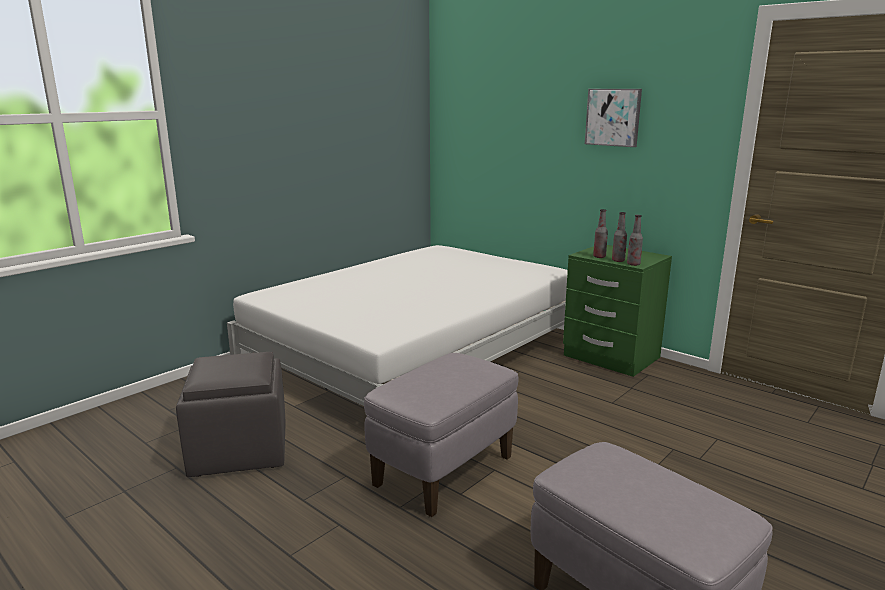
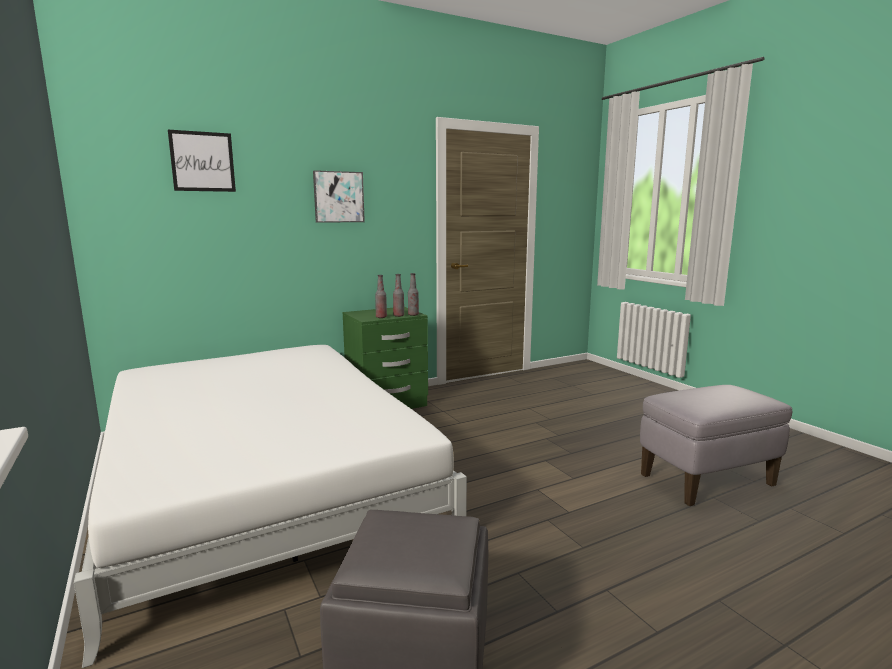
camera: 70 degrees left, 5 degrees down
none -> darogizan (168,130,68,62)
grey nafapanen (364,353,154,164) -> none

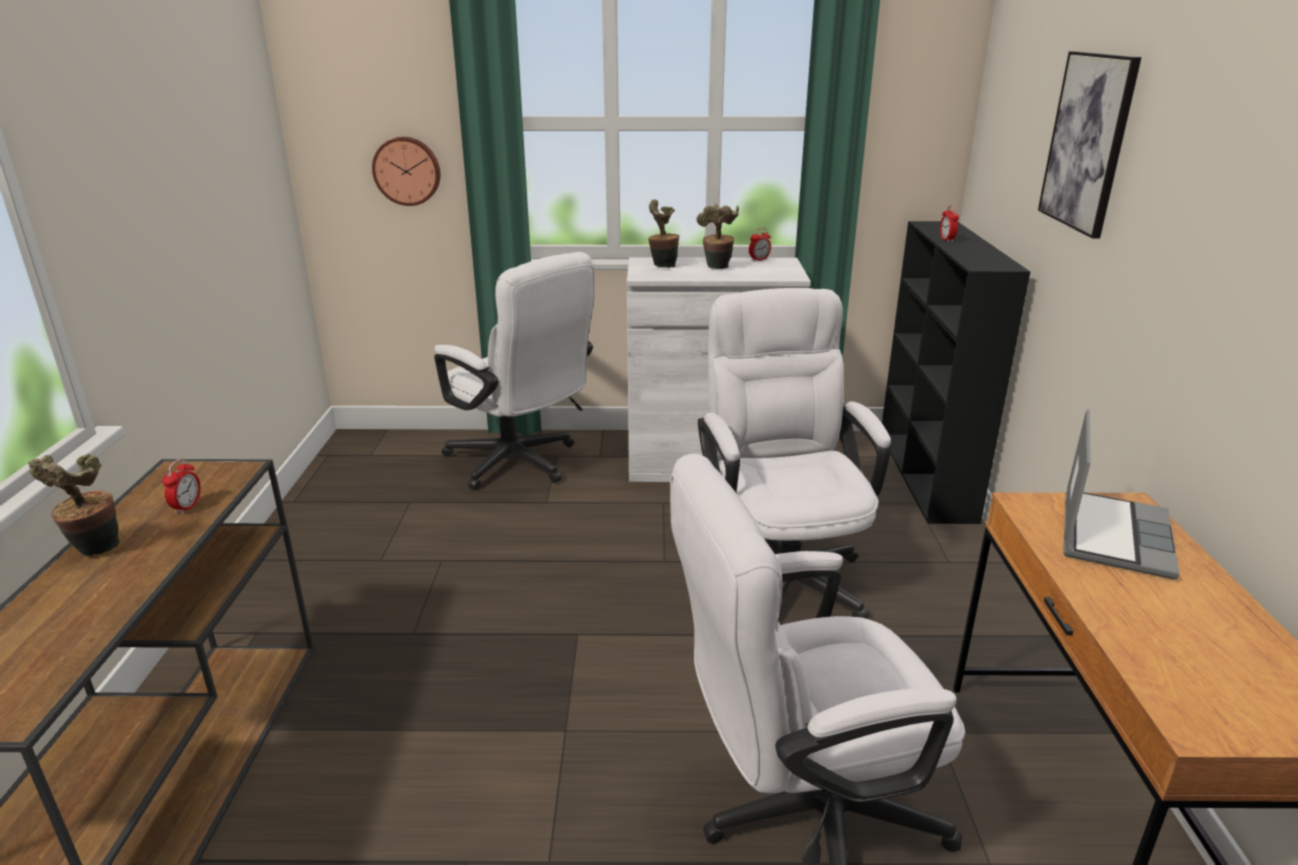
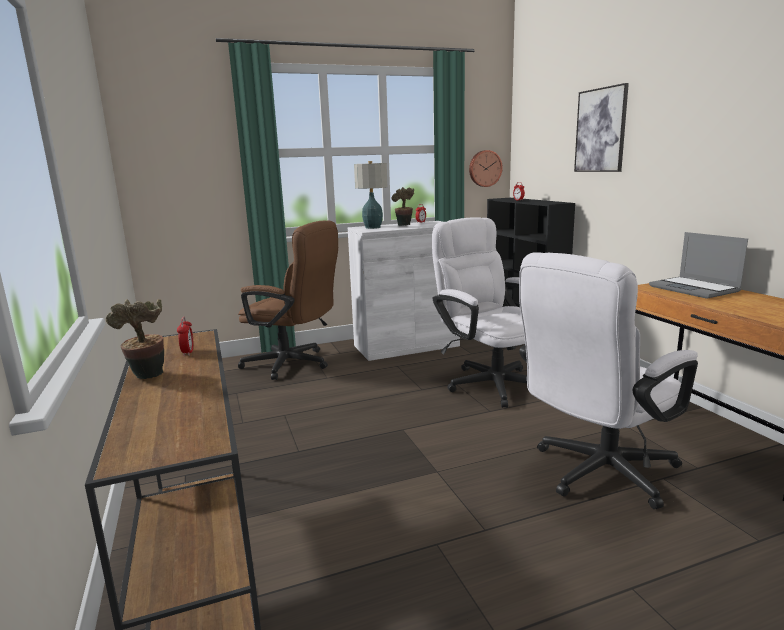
camera: 20 degrees left, 10 degrees down
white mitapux (434,252,160,238) -> brown mitapux (238,220,100,160)
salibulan (648,199,31,69) -> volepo (354,161,33,68)
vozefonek (372,137,68,69) -> vozefonek (469,150,34,37), move
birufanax (1063,409,117,170) -> birufanax (649,232,99,67), 150 degrees clockwise

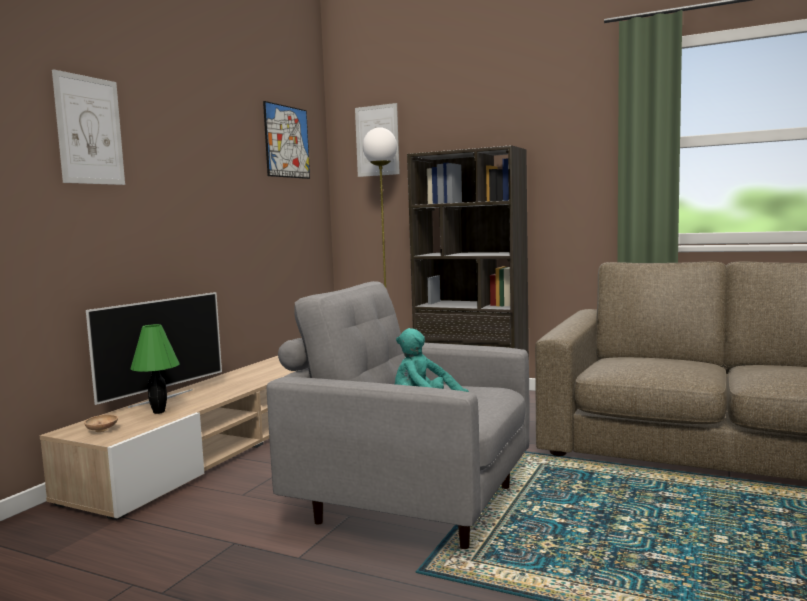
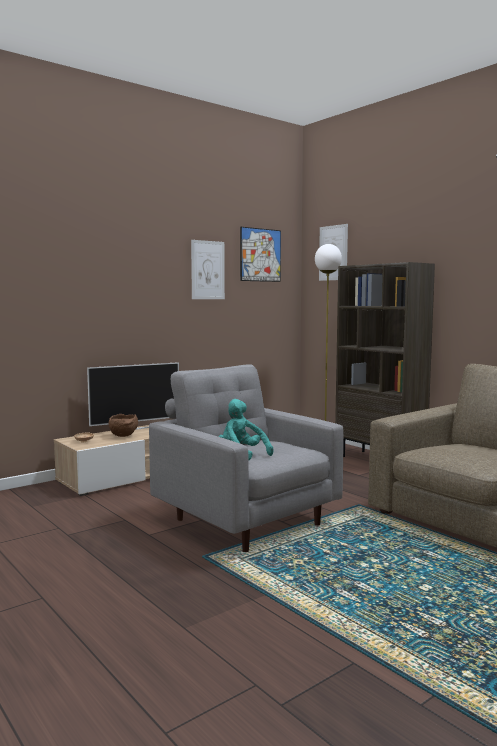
camera: 25 degrees right, 0 degrees up
green volepo (130,324,49,90) -> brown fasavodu (109,414,29,23)
darogizan (52,69,73,116) -> darogizan (191,240,34,59), move

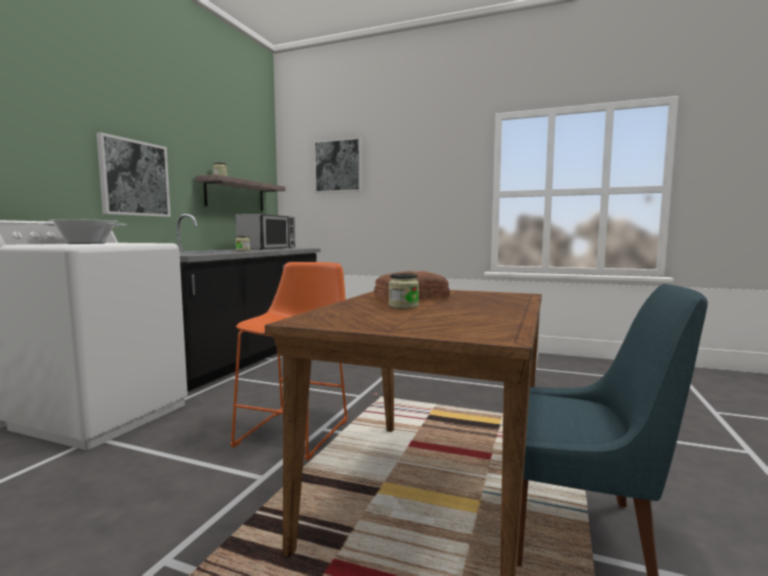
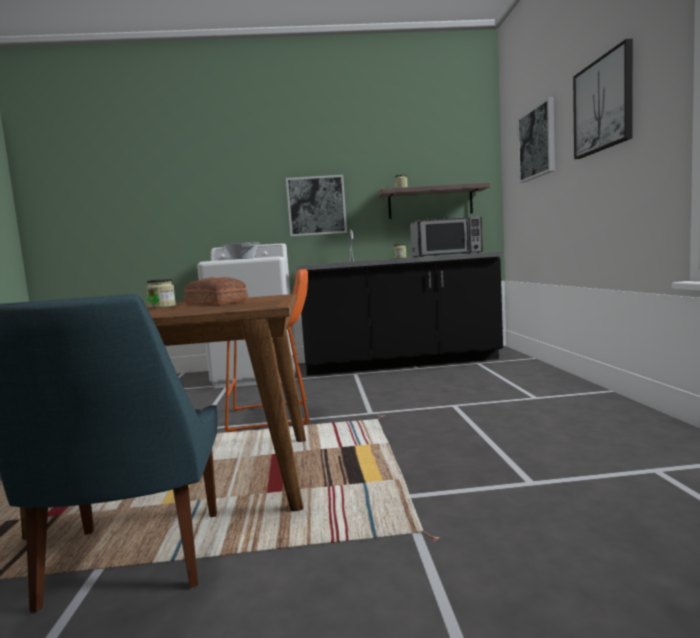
camera: 65 degrees right, 0 degrees up
none -> darogizan (573,39,60,120)

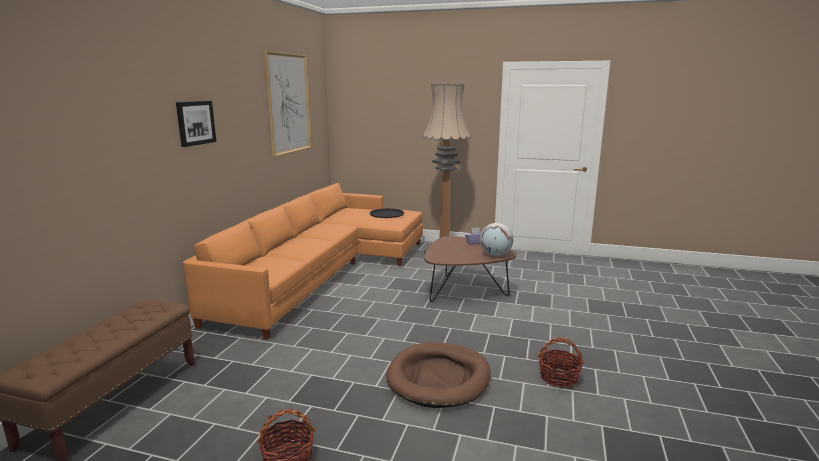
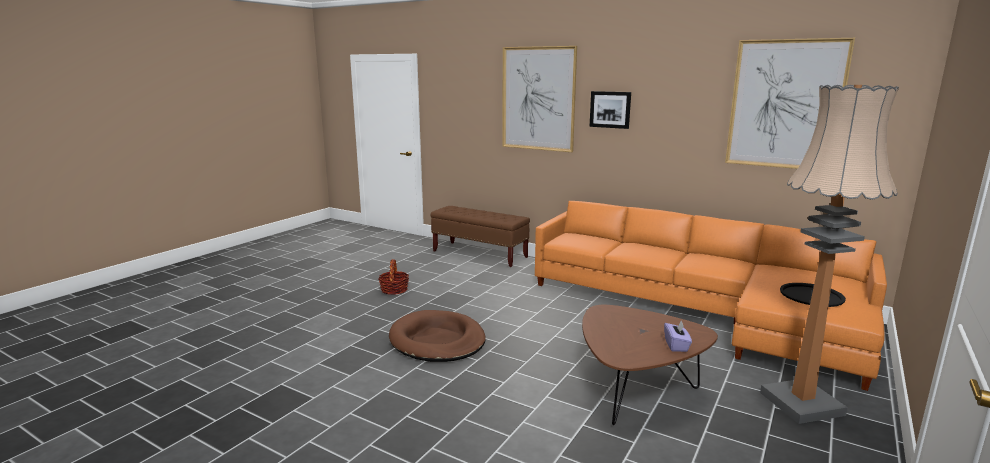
camera: 105 degrees right, 0 degrees up
none -> darogizan (502,46,75,106)
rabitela (480,223,33,33) -> none
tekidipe (538,337,45,51) -> none

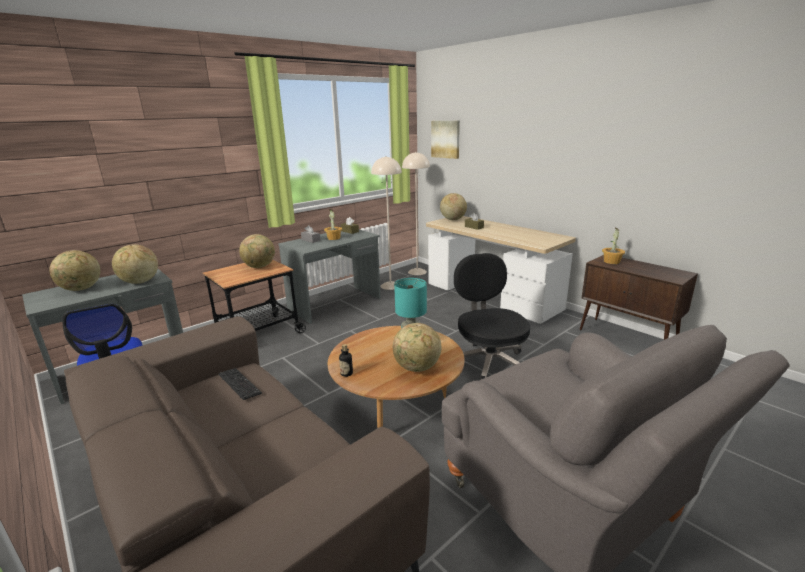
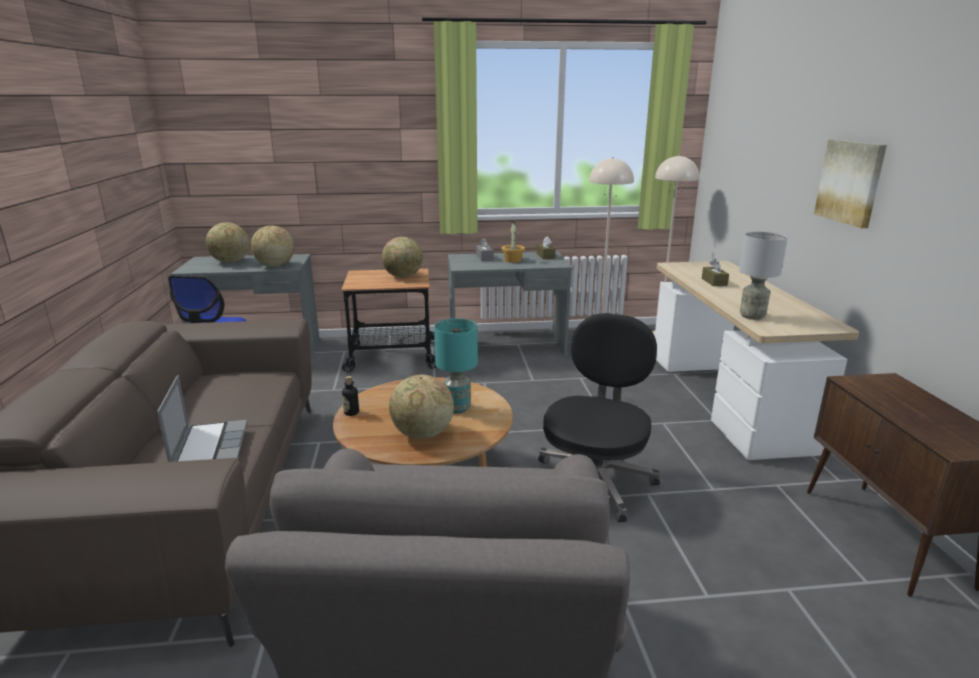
camera: 35 degrees right, 0 degrees up
none -> birufanax (157,375,90,87)
none -> grey volepo (739,232,49,88)
darogizan (431,121,29,38) -> darogizan (814,139,73,89), move
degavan (218,368,44,32) -> none
rabitela (440,193,27,27) -> none
salibulan (602,227,23,37) -> none

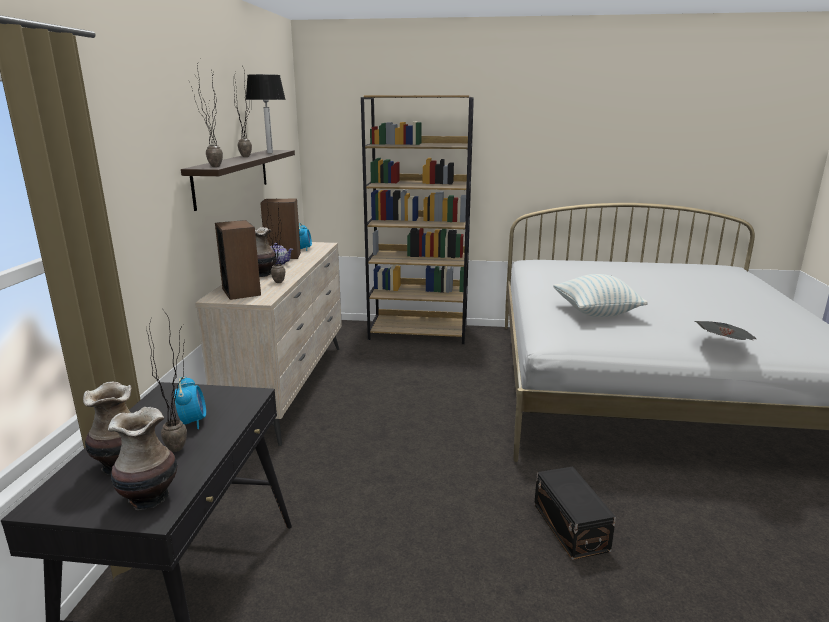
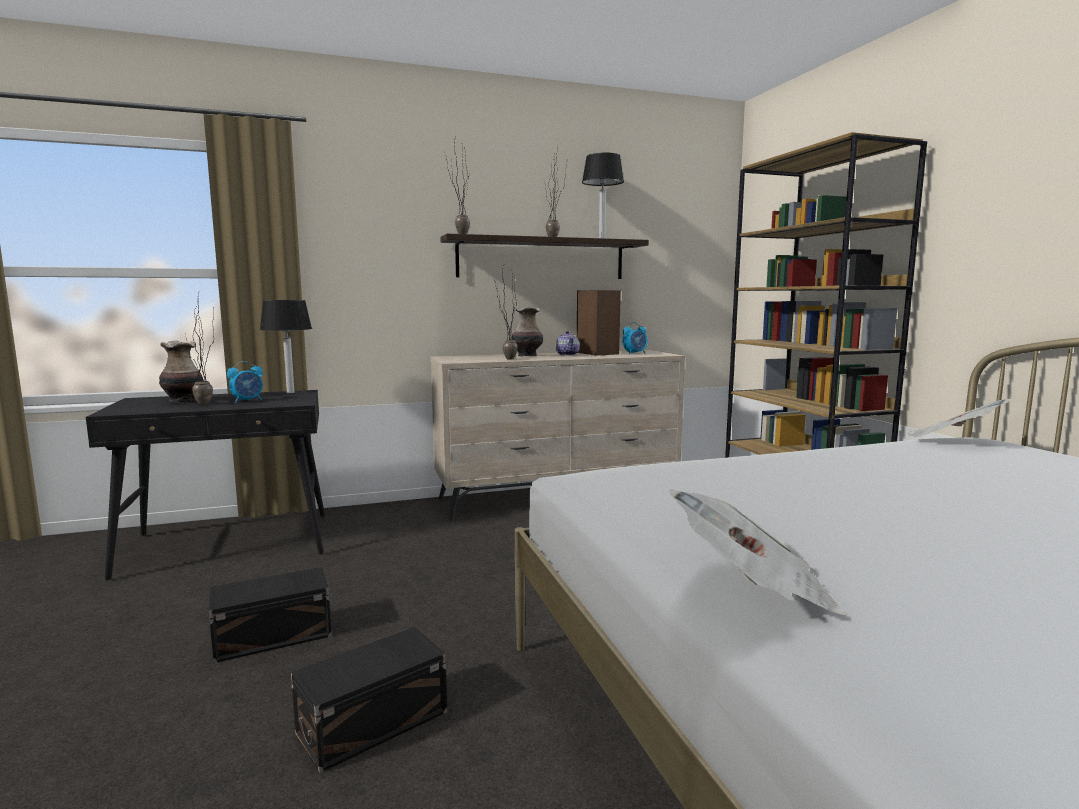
camera: 65 degrees right, 10 degrees down
none -> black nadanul (209,567,123,96)
none -> volepo (260,300,52,93)
none -> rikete (908,399,101,39)
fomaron (108,407,70,103) -> none
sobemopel (215,220,46,80) -> none
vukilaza (553,274,95,43) -> none

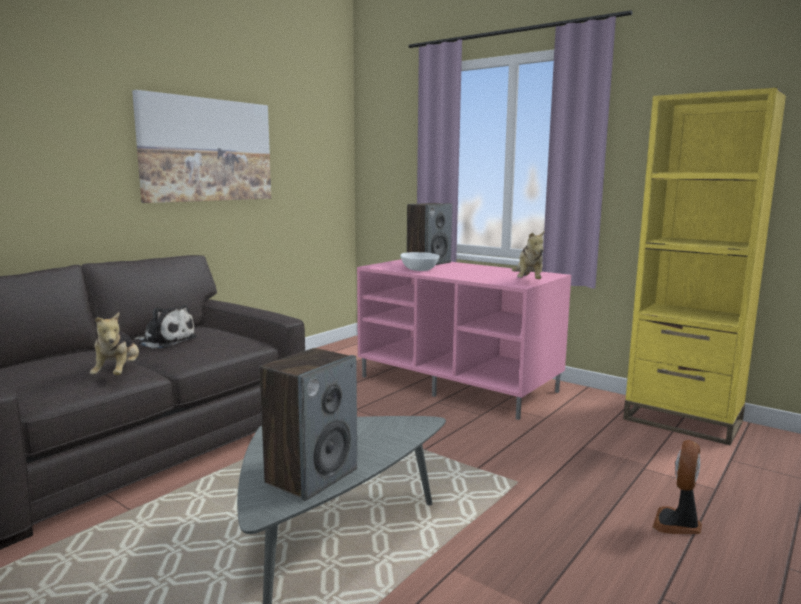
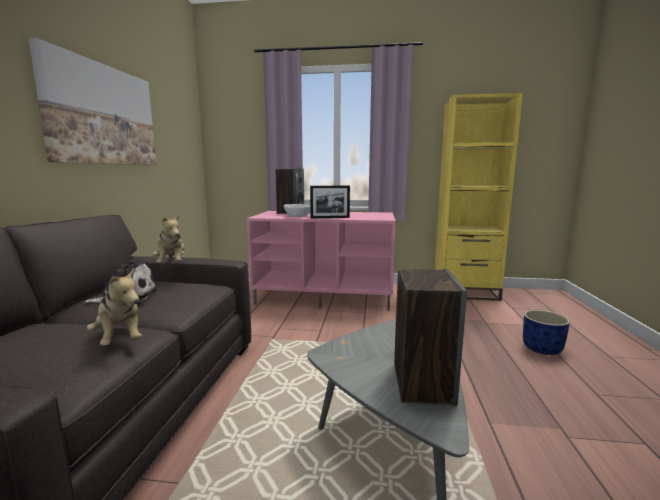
camera: 30 degrees left, 0 degrees up
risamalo (512,230,33,49) -> risamalo (153,214,32,49), move
none -> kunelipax (310,186,40,32)
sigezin (653,440,49,94) -> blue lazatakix (523,310,47,45)

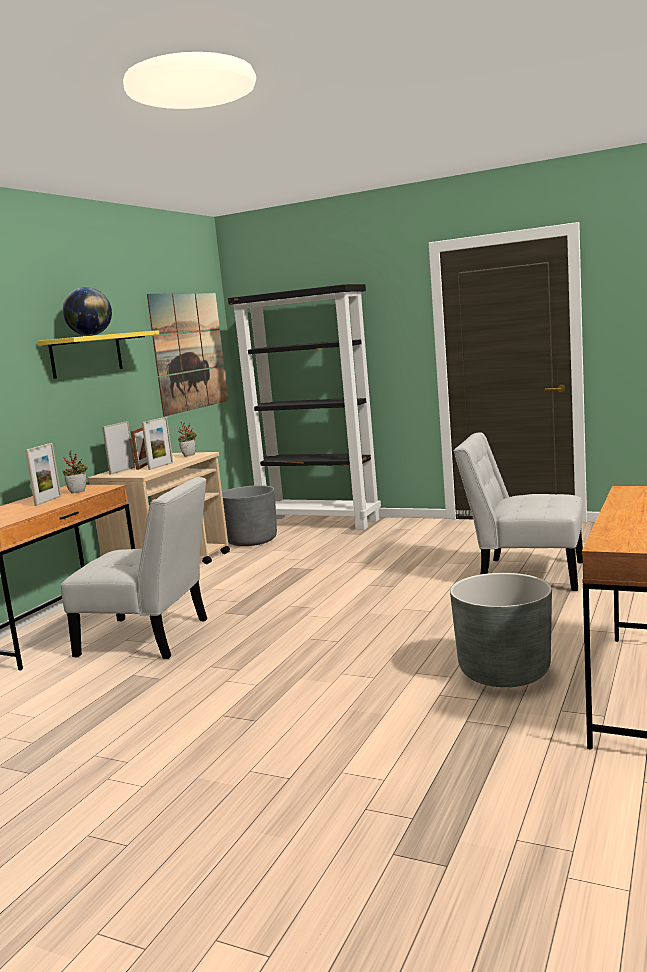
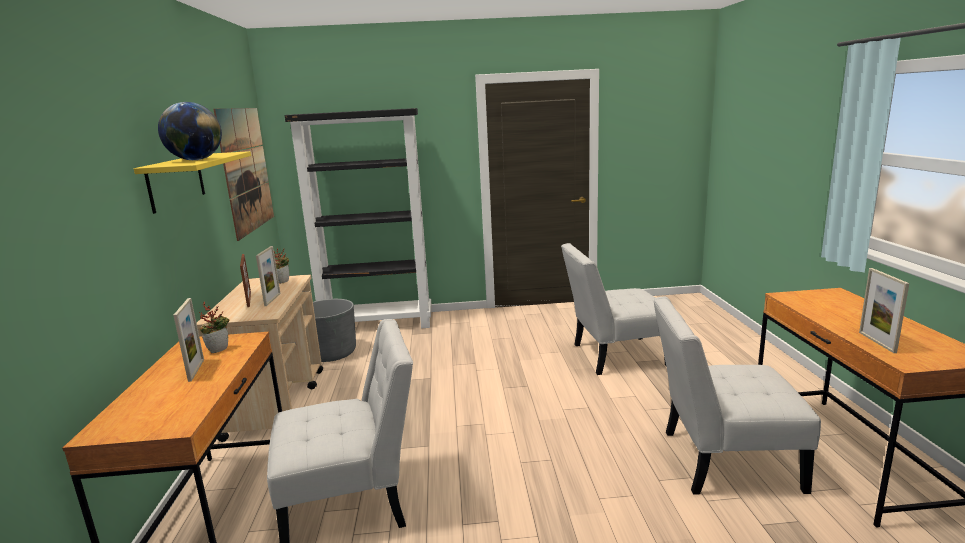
camera: 30 degrees left, 5 degrees up
grey lazatakix (450,573,102,114) -> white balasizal (653,297,168,197)
kunelipax (102,421,33,54) -> kunelipax (859,268,50,85), move

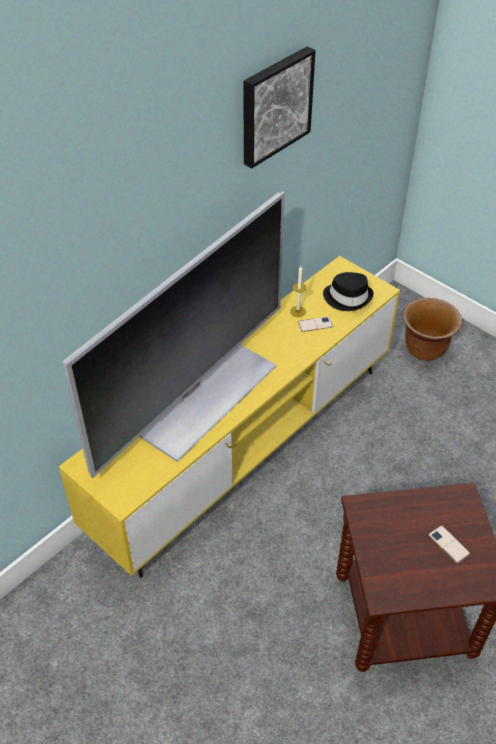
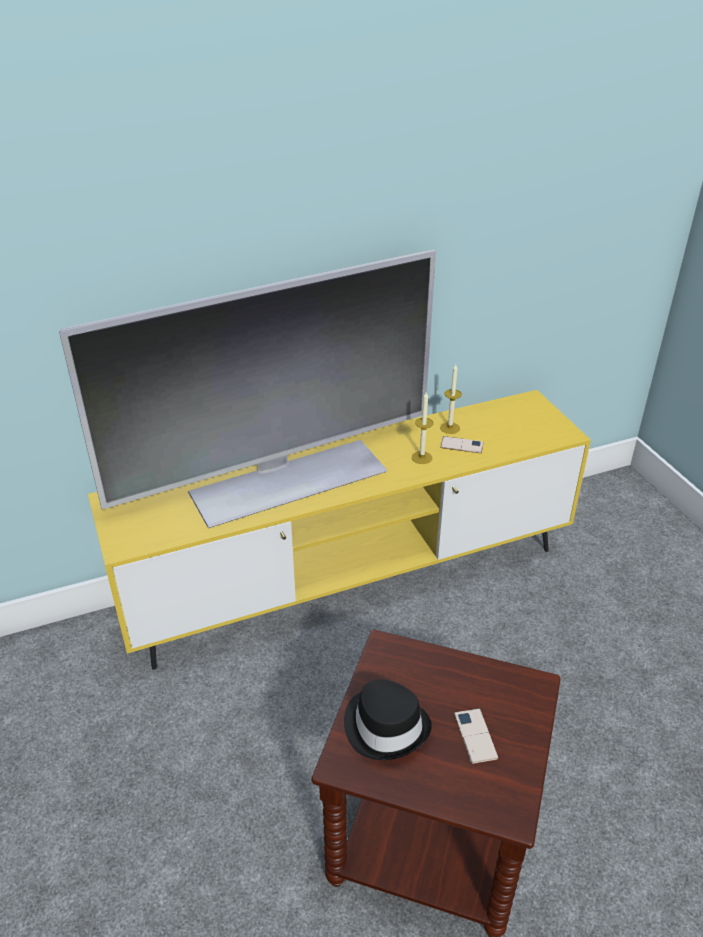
camera: 25 degrees right, 10 degrees down
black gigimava (323,272,50,39) -> black gigimava (344,680,88,80), move
none -> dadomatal (412,392,21,72)
darogizan (243,46,73,122) -> none
brown lazatakix (403,298,59,63) -> none

